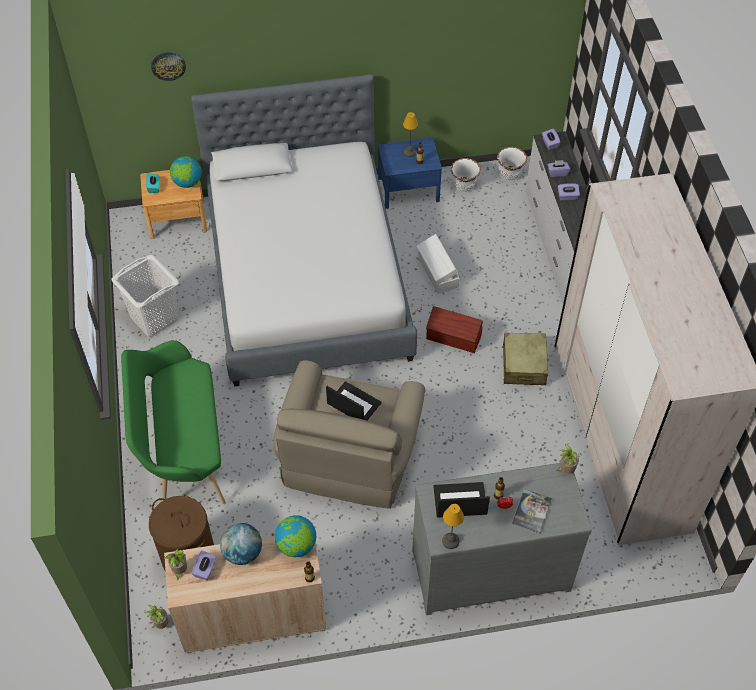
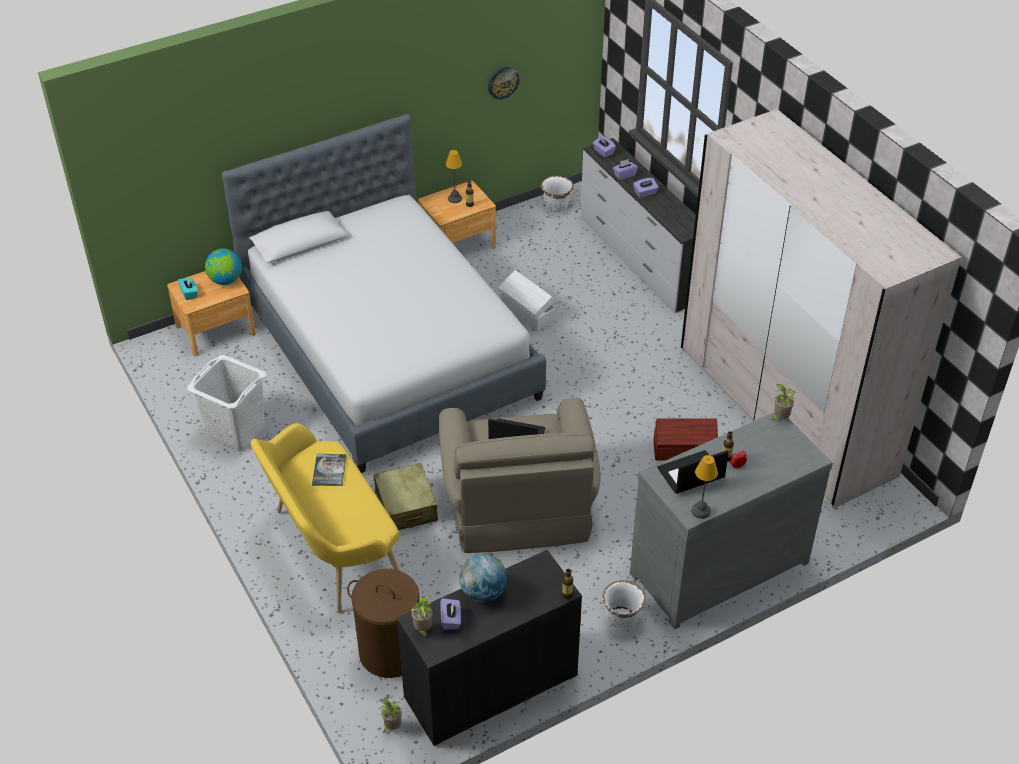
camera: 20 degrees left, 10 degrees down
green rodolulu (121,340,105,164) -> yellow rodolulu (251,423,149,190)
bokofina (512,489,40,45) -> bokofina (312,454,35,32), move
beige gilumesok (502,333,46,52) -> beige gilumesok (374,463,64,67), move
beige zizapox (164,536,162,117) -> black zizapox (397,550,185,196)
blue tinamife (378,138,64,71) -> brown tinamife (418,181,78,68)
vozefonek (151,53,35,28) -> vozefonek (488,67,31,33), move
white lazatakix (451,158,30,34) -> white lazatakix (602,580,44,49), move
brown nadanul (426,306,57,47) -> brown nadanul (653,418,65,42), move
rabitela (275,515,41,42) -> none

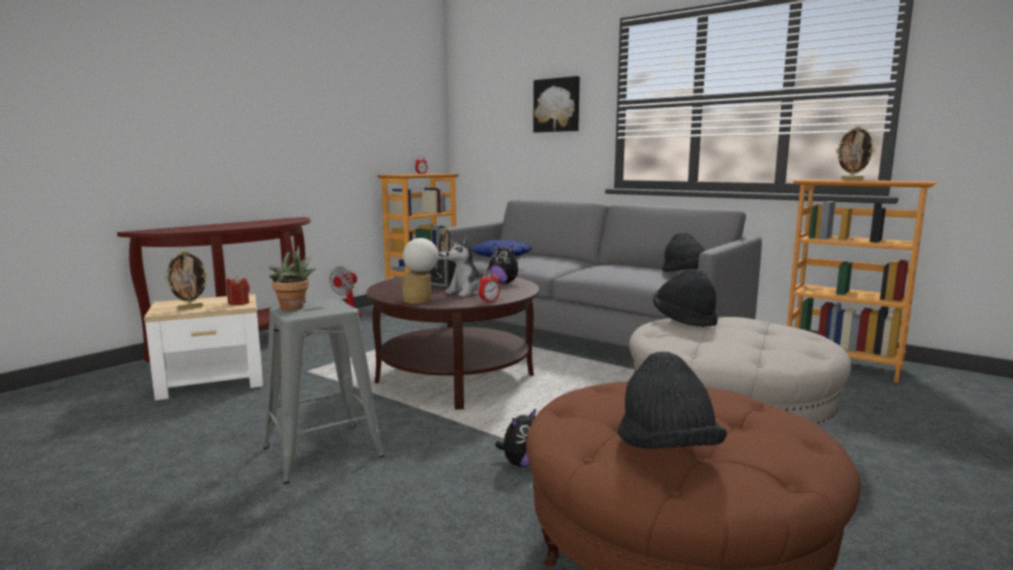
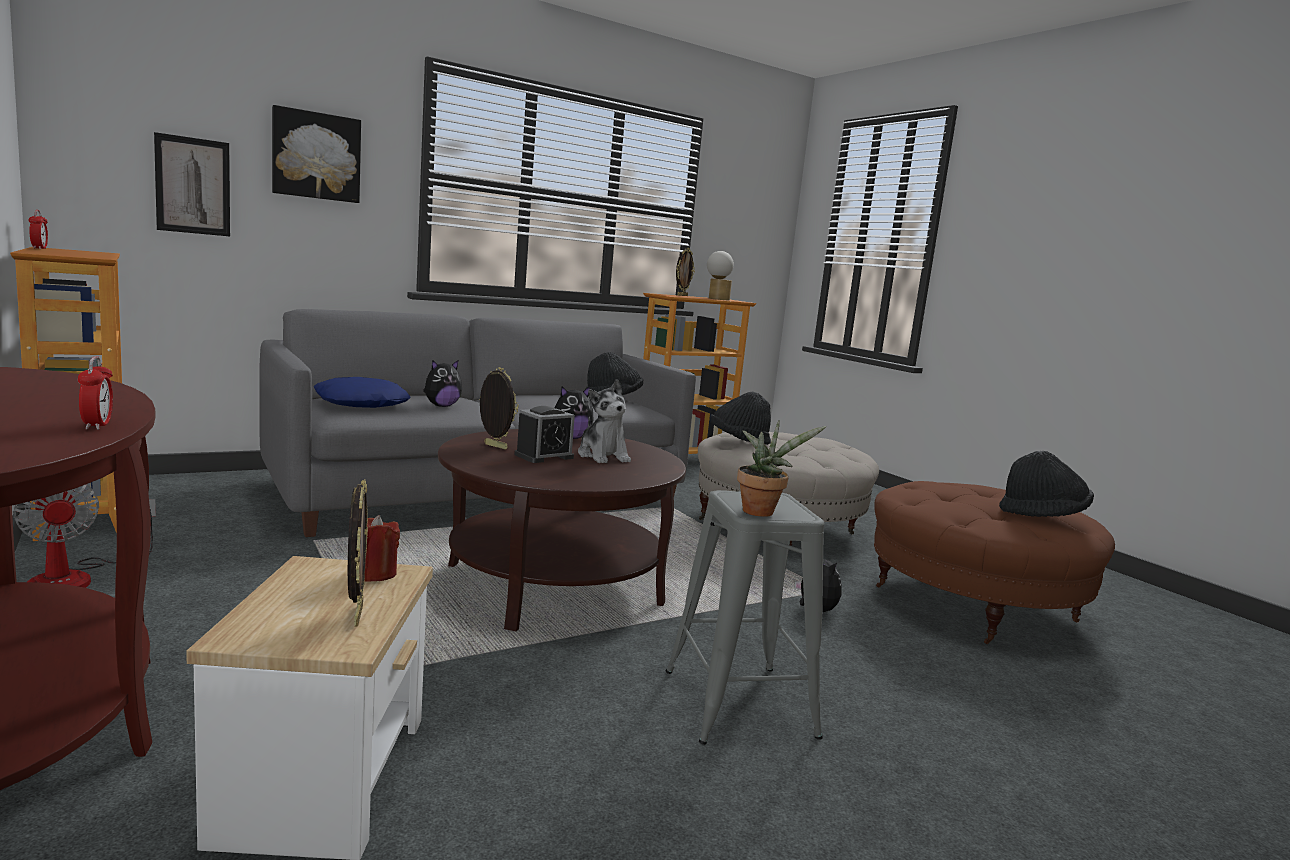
camera: 70 degrees left, 0 degrees up
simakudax (479,271,21,32) -> simakudax (78,356,35,74), move
none -> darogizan (154,132,76,104)
none -> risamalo (423,360,39,47)
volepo (402,238,36,66) -> volepo (707,251,27,50), move

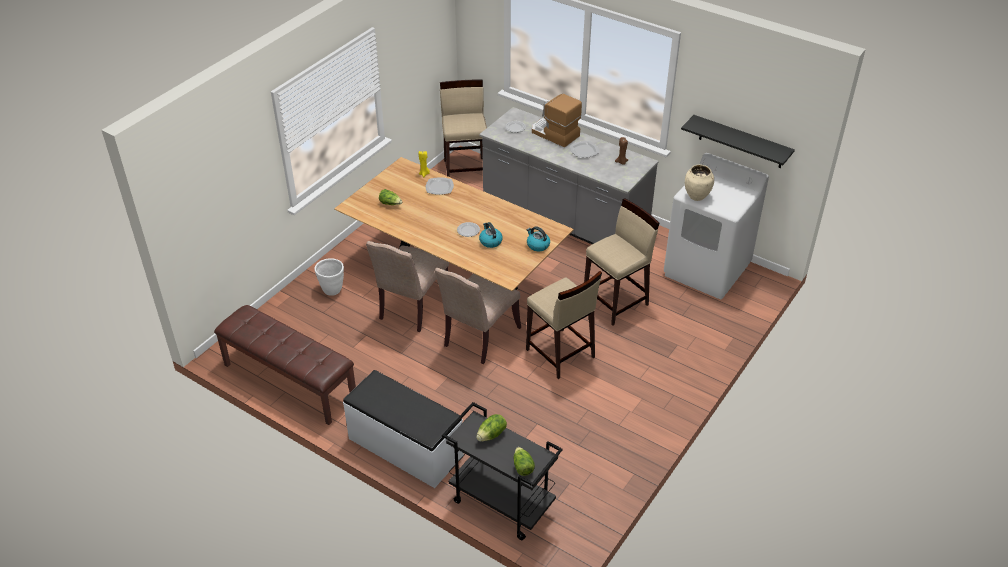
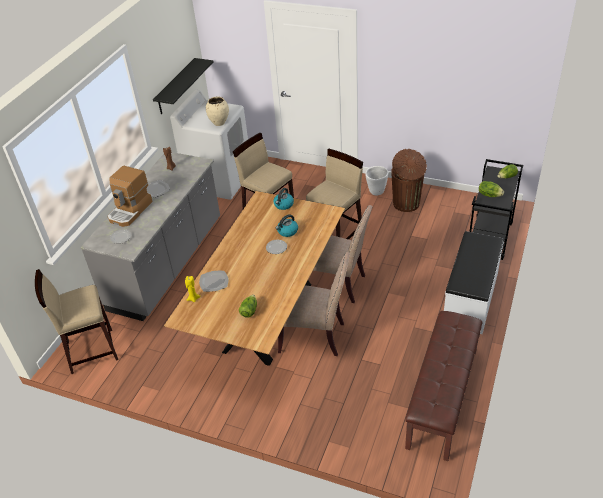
camera: 100 degrees left, 0 degrees up
white lazatakix (314,258,30,38) -> white lazatakix (365,166,23,29), move
none -> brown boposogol (391,149,36,63)

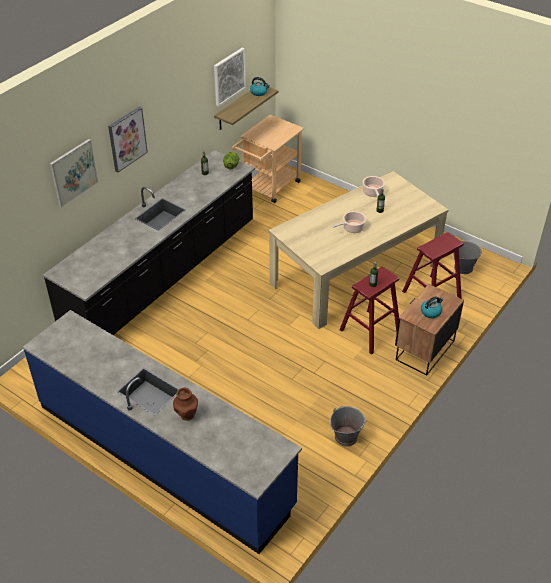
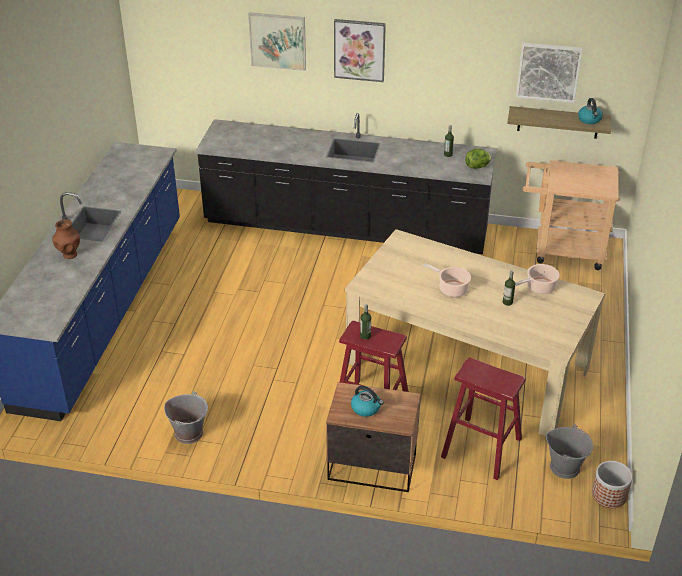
camera: 65 degrees right, 5 degrees down
none -> lazatakix (592,461,41,47)

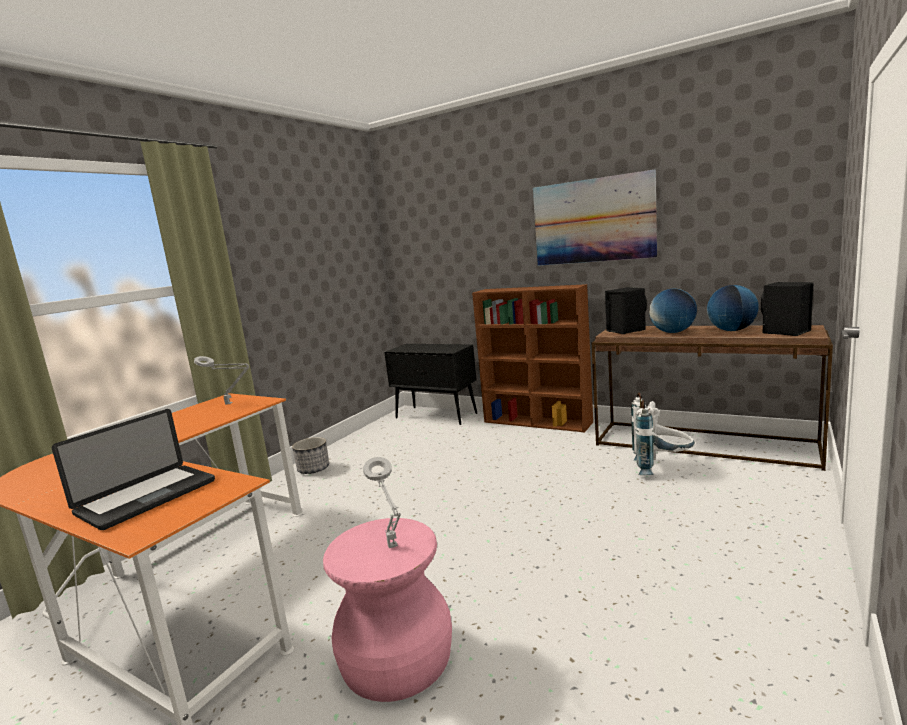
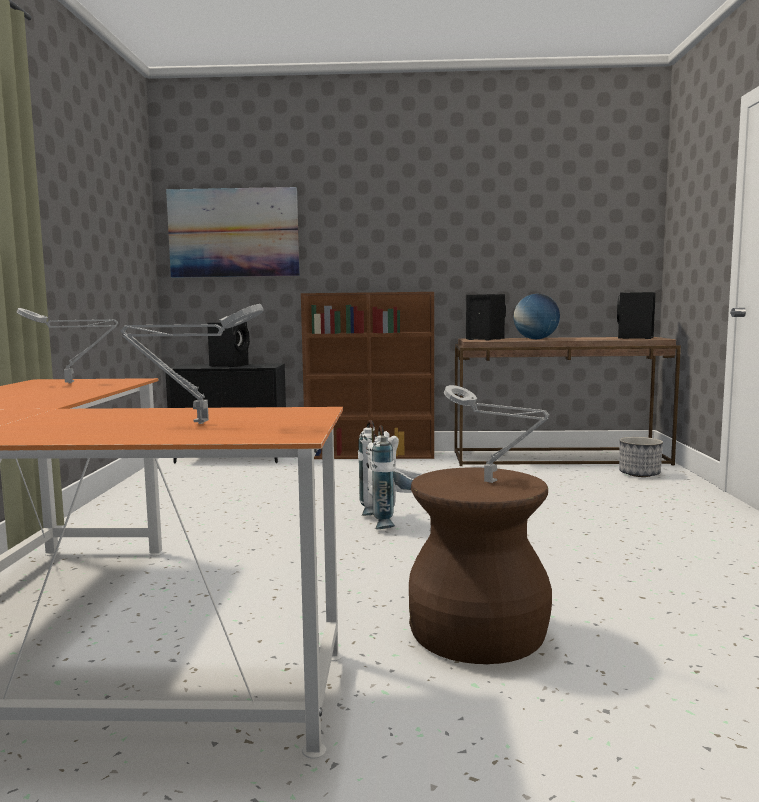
camera: 30 degrees left, 5 degrees down
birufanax (52,409,163,121) -> grey volepo (121,304,143,120)
darogizan (533,169,124,97) -> darogizan (166,187,133,91), move
none -> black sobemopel (207,322,43,45)
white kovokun (631,392,64,83) -> white kovokun (358,420,66,109), move
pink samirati (323,518,129,184) -> brown samirati (409,467,143,197)
lazatakix (292,437,37,37) -> lazatakix (619,437,44,40), move
rabitela (707,285,52,46) -> none

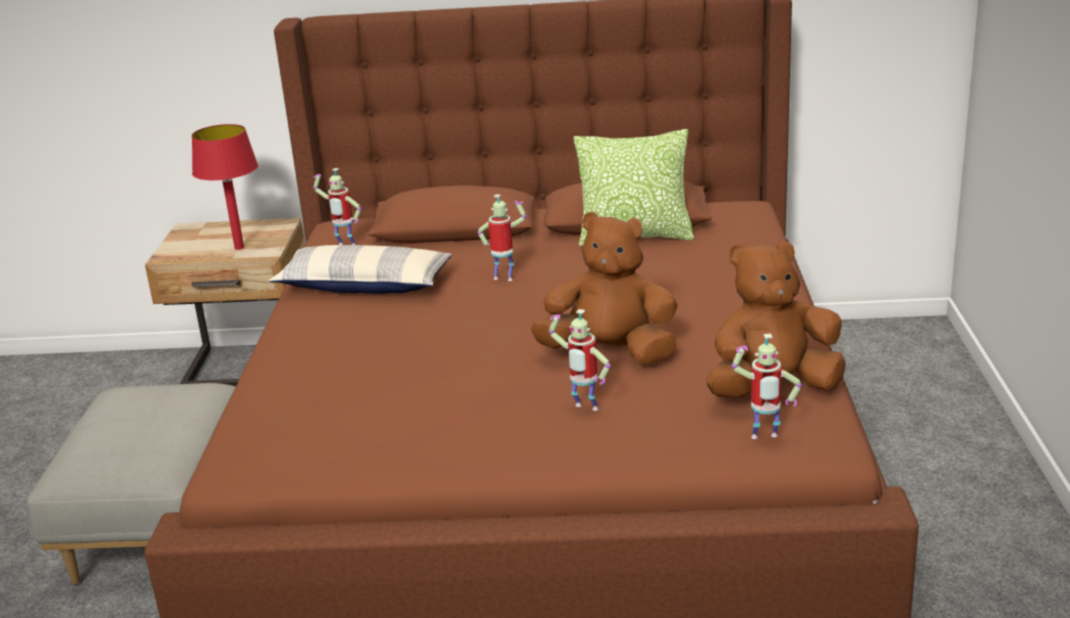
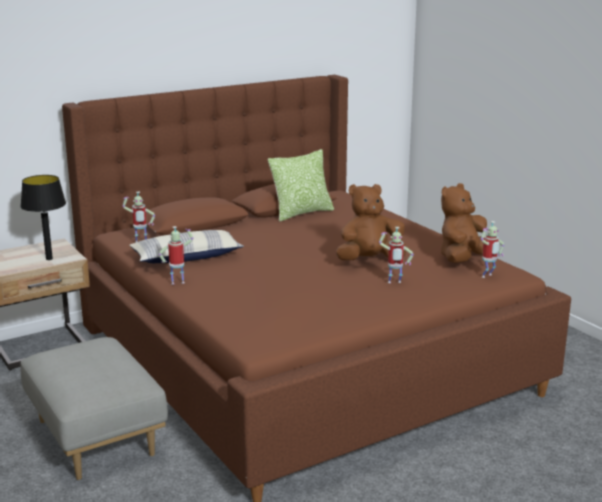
camera: 35 degrees left, 5 degrees down
red volepo (192,124,66,126) -> black volepo (20,175,46,85)
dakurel (478,194,48,87) -> dakurel (158,226,36,59), move

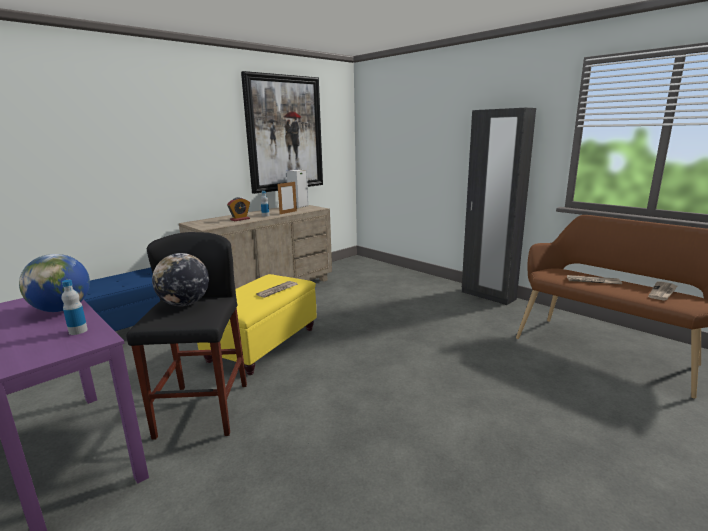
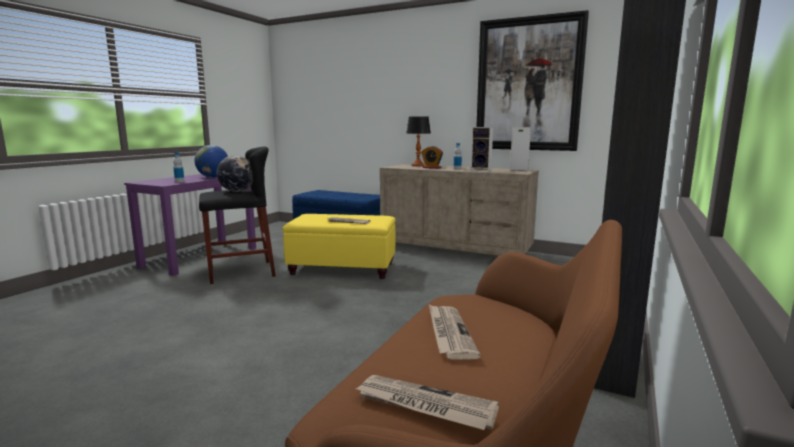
camera: 70 degrees right, 5 degrees down
none -> volepo (406,117,25,49)
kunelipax (277,182,20,32) -> sobemopel (471,127,22,45)

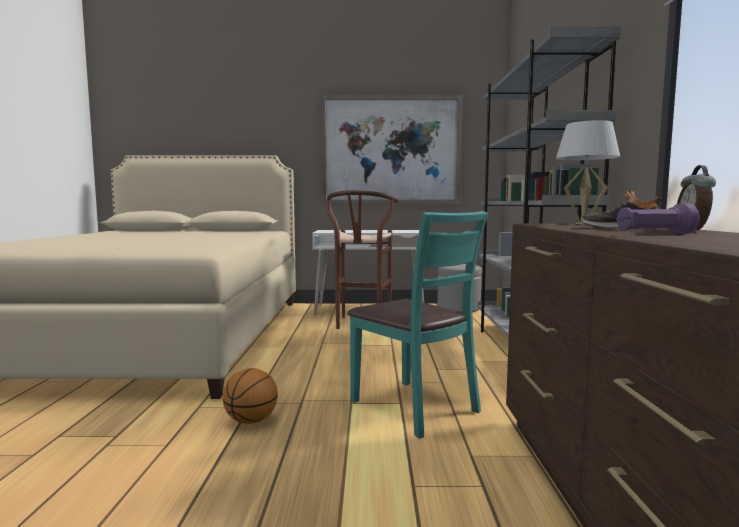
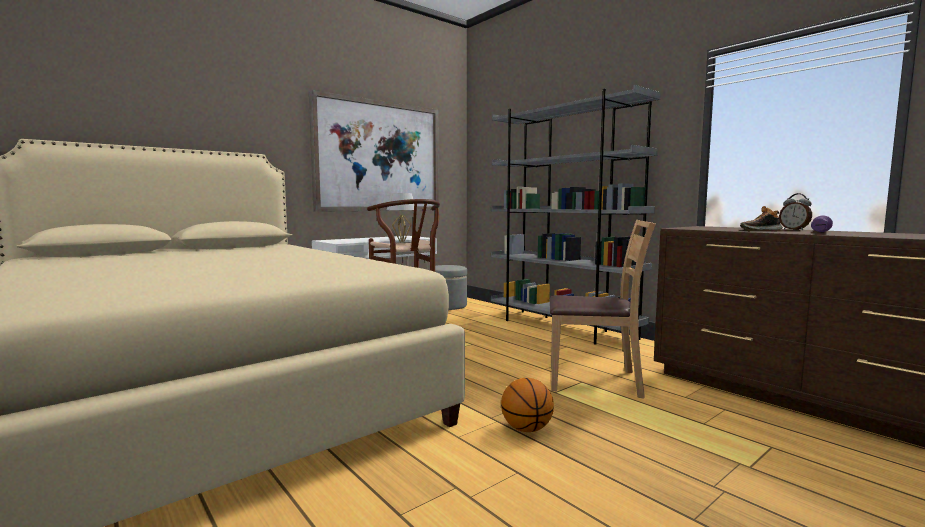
camera: 40 degrees left, 0 degrees up
white volepo (556,120,64,104) -> white volepo (387,193,27,50), move
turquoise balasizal (348,211,141,228) -> brown balasizal (550,220,106,179)

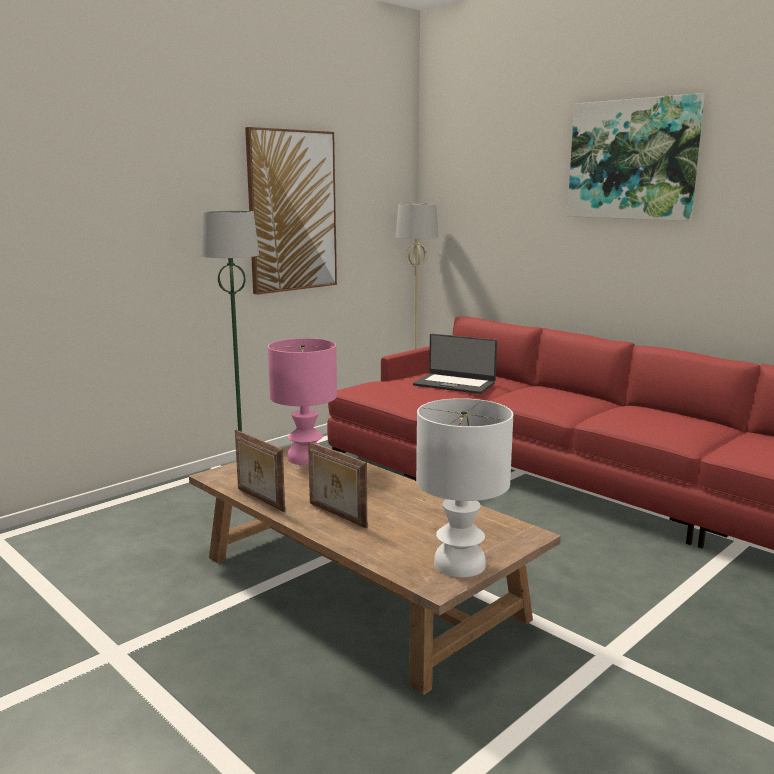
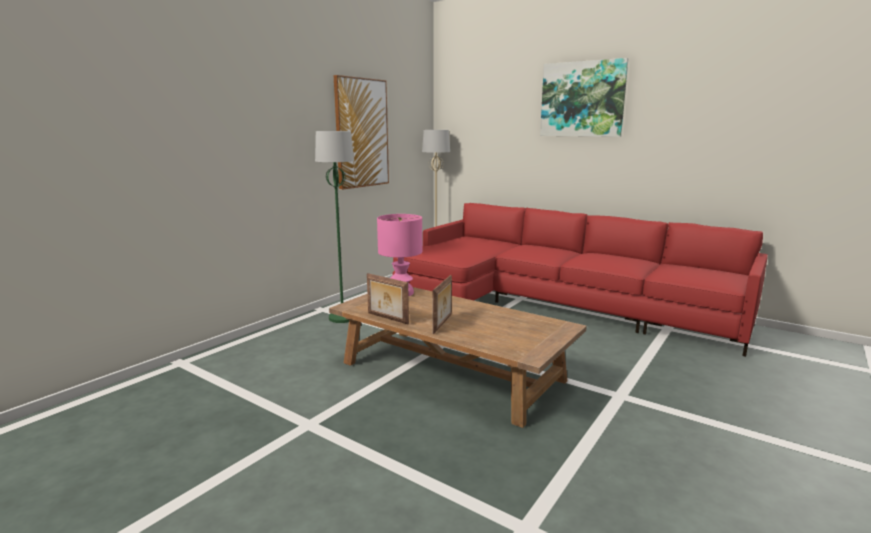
camera: 10 degrees left, 0 degrees up
kunelipax (308,442,59,86) -> kunelipax (433,275,19,59), 105 degrees counterclockwise
birufanax (413,334,84,60) -> none
white volepo (416,398,97,179) -> none

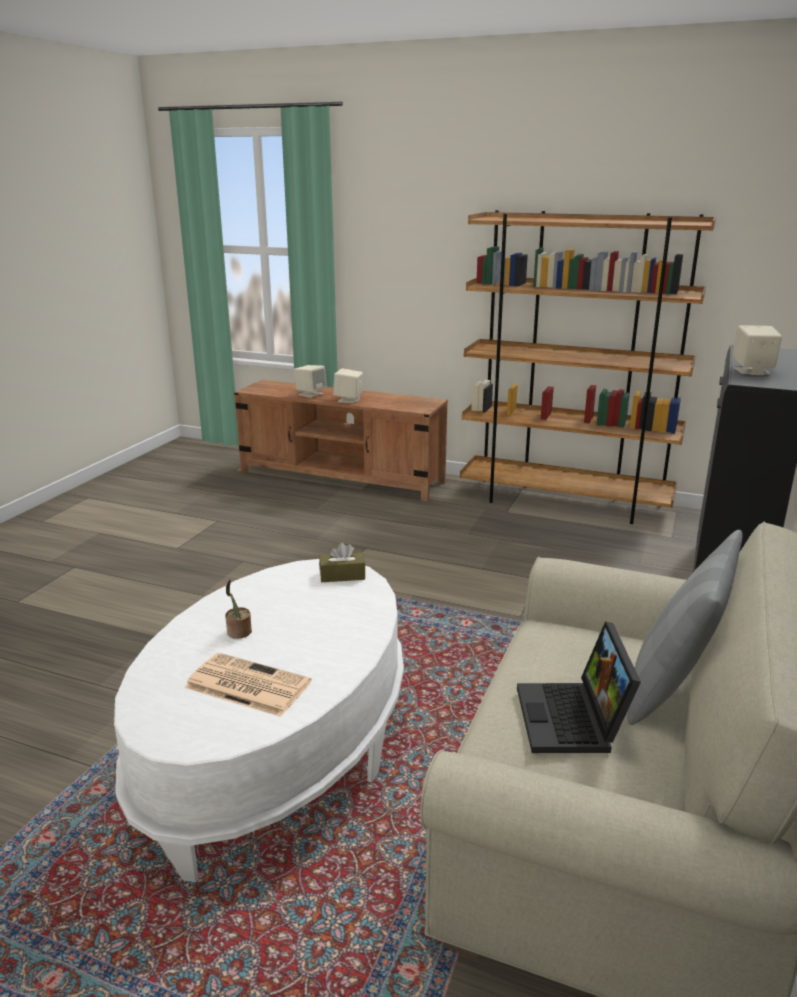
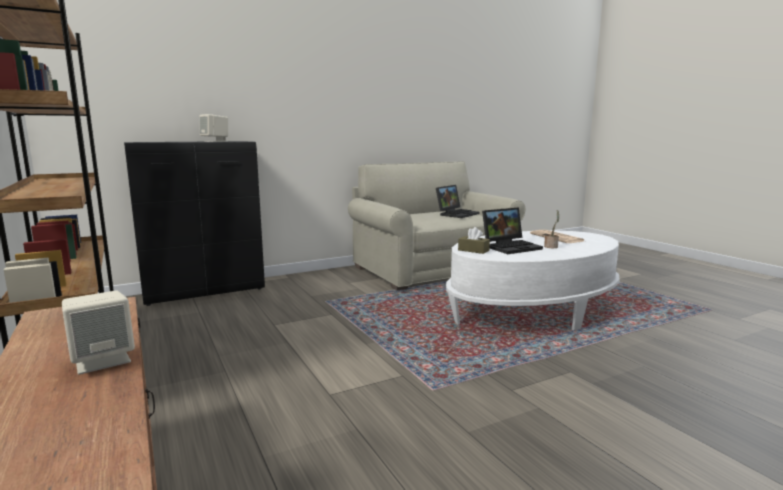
camera: 140 degrees left, 10 degrees down
none -> birufanax (482,207,61,47)
beige sobemopel (294,365,33,33) -> none
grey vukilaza (627,530,116,195) -> none

